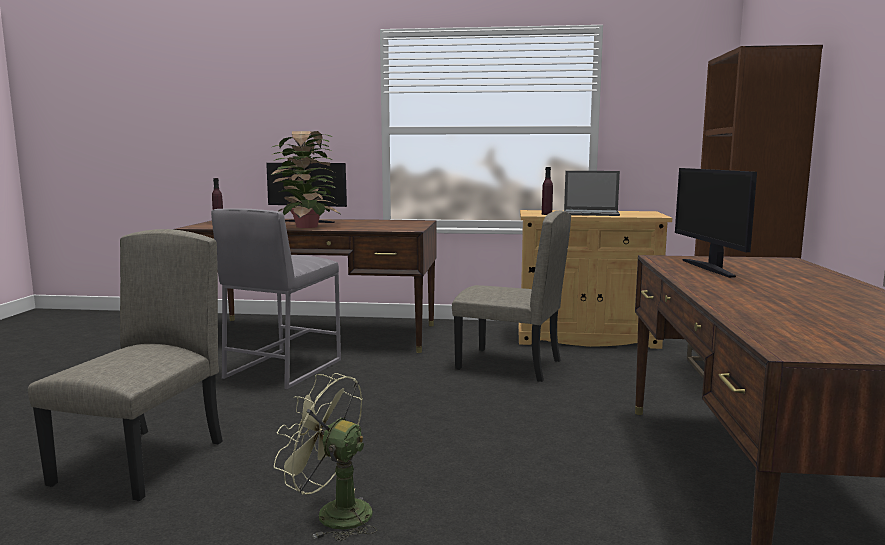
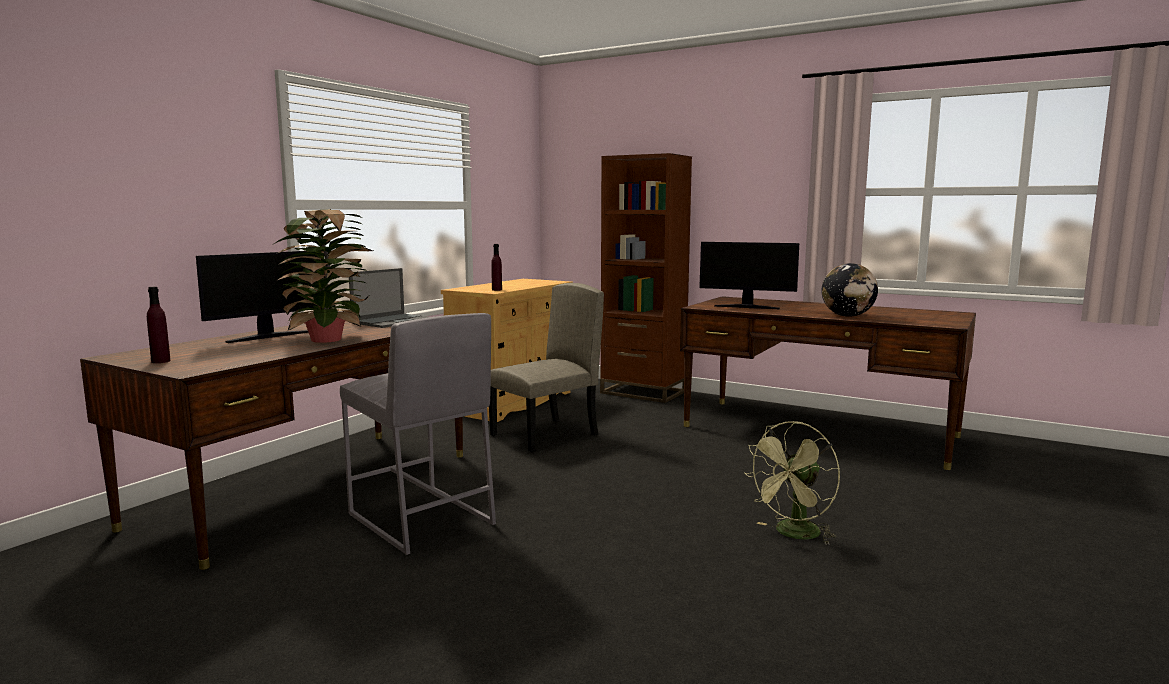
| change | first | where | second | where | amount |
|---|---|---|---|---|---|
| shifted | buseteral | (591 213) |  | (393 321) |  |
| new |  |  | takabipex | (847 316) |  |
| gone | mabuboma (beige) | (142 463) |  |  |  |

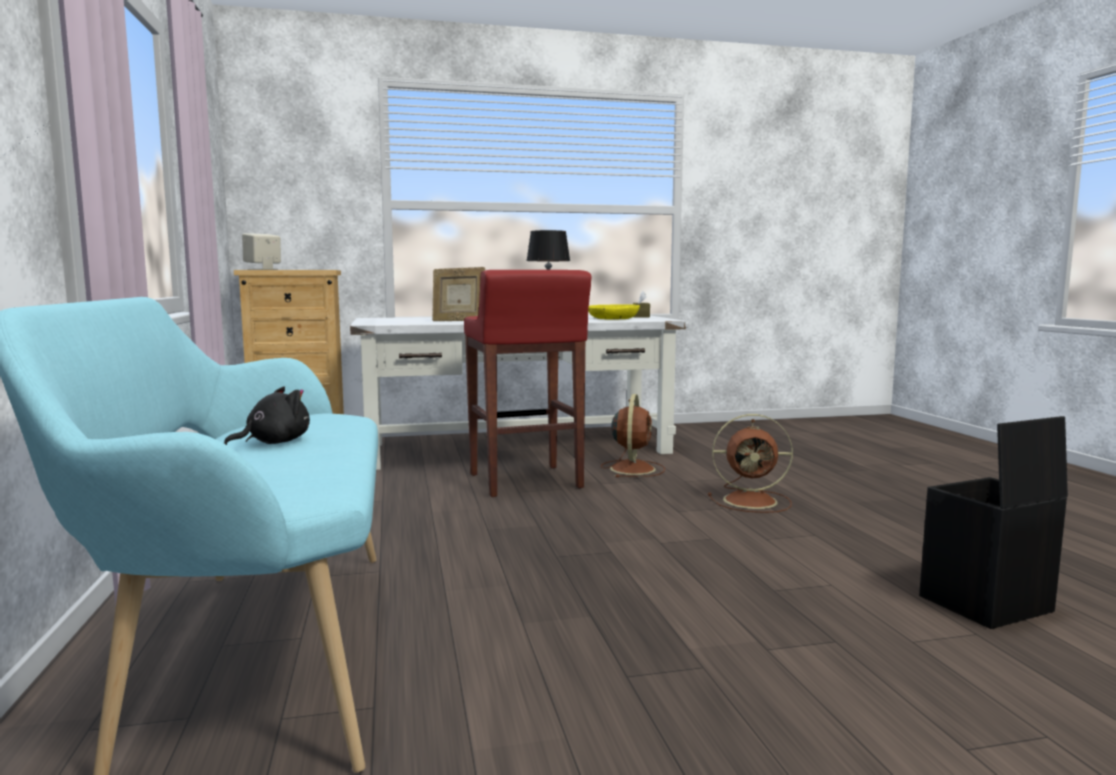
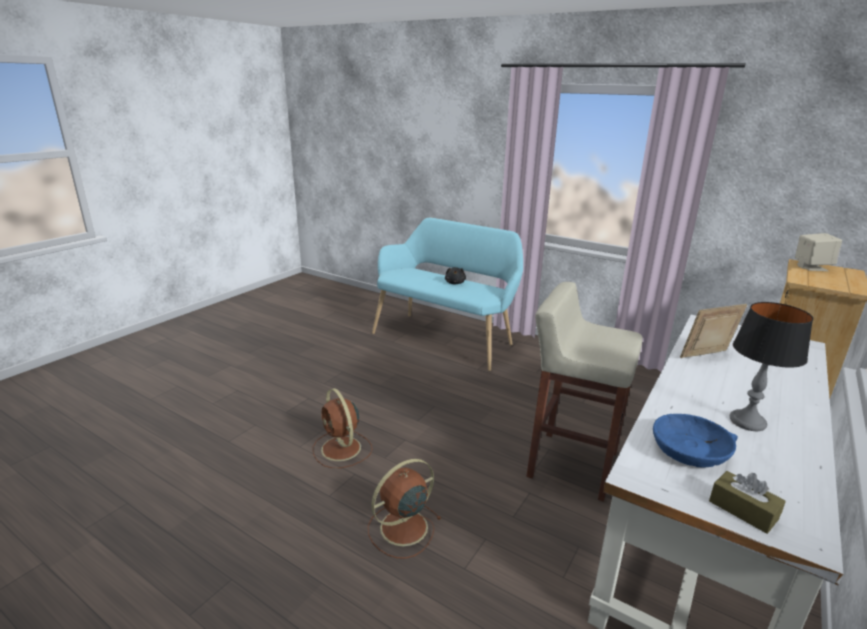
| change | first | where | second | where | amount |
|---|---|---|---|---|---|
| shifted | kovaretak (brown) | (633 468) |  | (342 449) |  |
| repainted | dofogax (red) | (525 482) | dofogax (beige) | (571 464) |  |
| repainted | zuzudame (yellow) | (612 319) | zuzudame (blue) | (690 450) |  |
| gone | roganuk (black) | (985 605) |  |  |  |

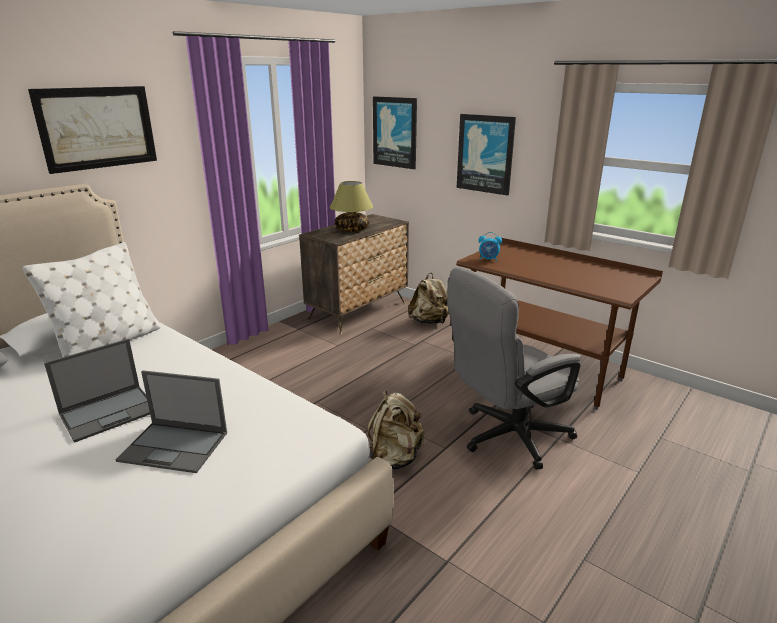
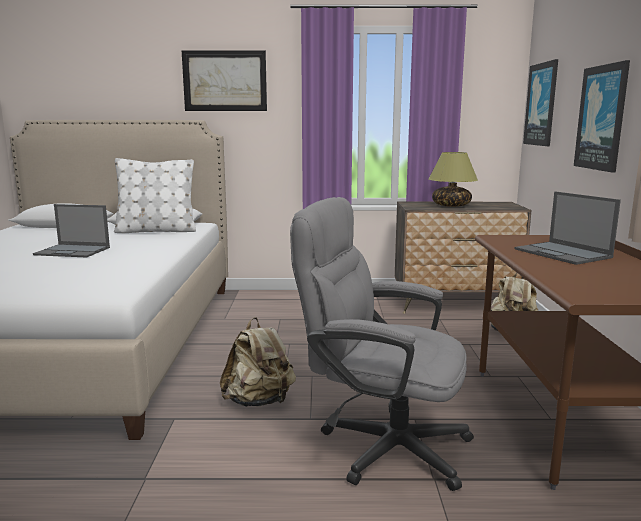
| change | first | where | second | where | amount |
|---|---|---|---|---|---|
| shifted | buseteral | (175 446) |  | (563 253) |  |
| gone | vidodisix | (488 260) |  |  |  |

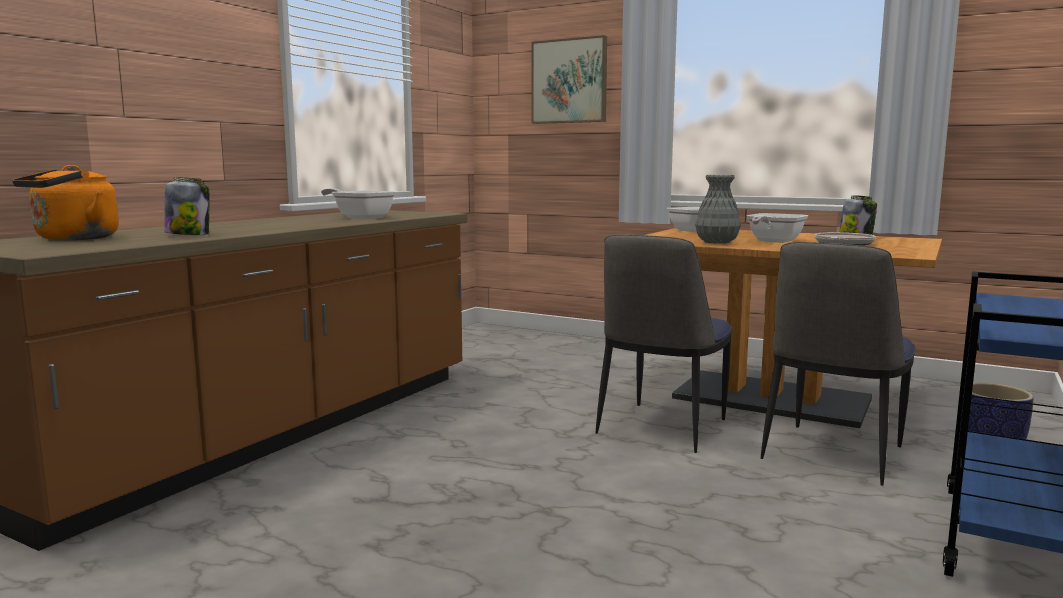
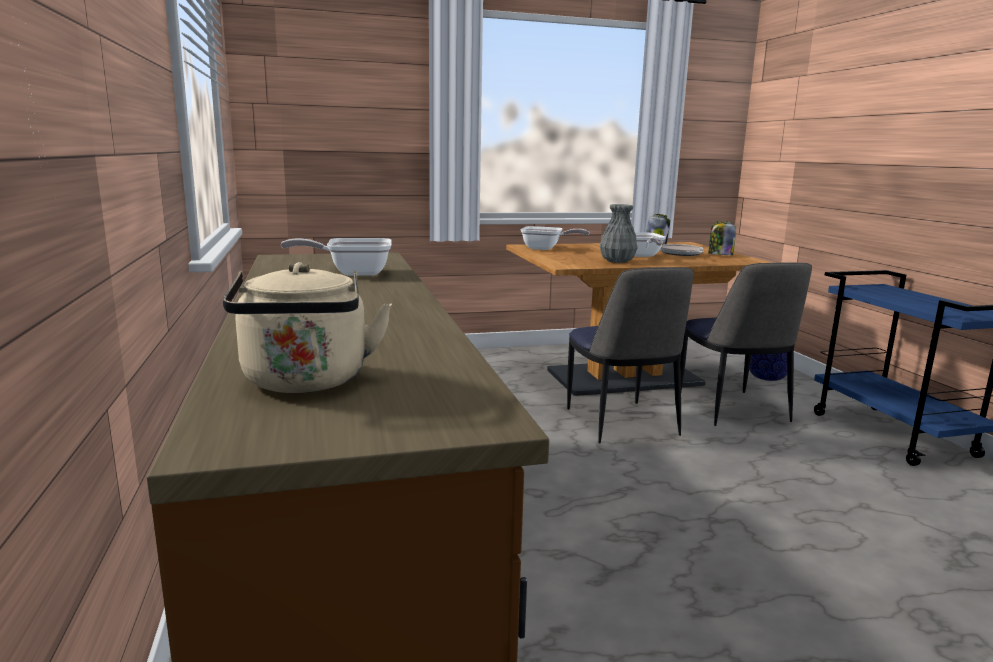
| change | first | where | second | where | amount |
|---|---|---|---|---|---|
| repainted | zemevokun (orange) | (72 239) | zemevokun (beige) | (306 382) |  |
| shifted | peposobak | (188 234) |  | (720 255) |  |
| gone | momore | (569 81) |  |  |  |

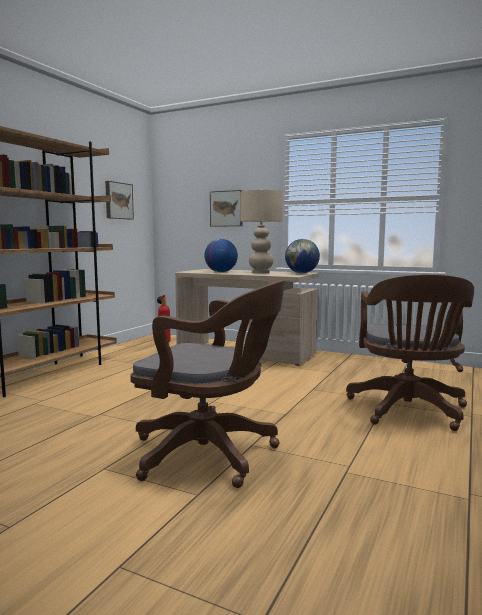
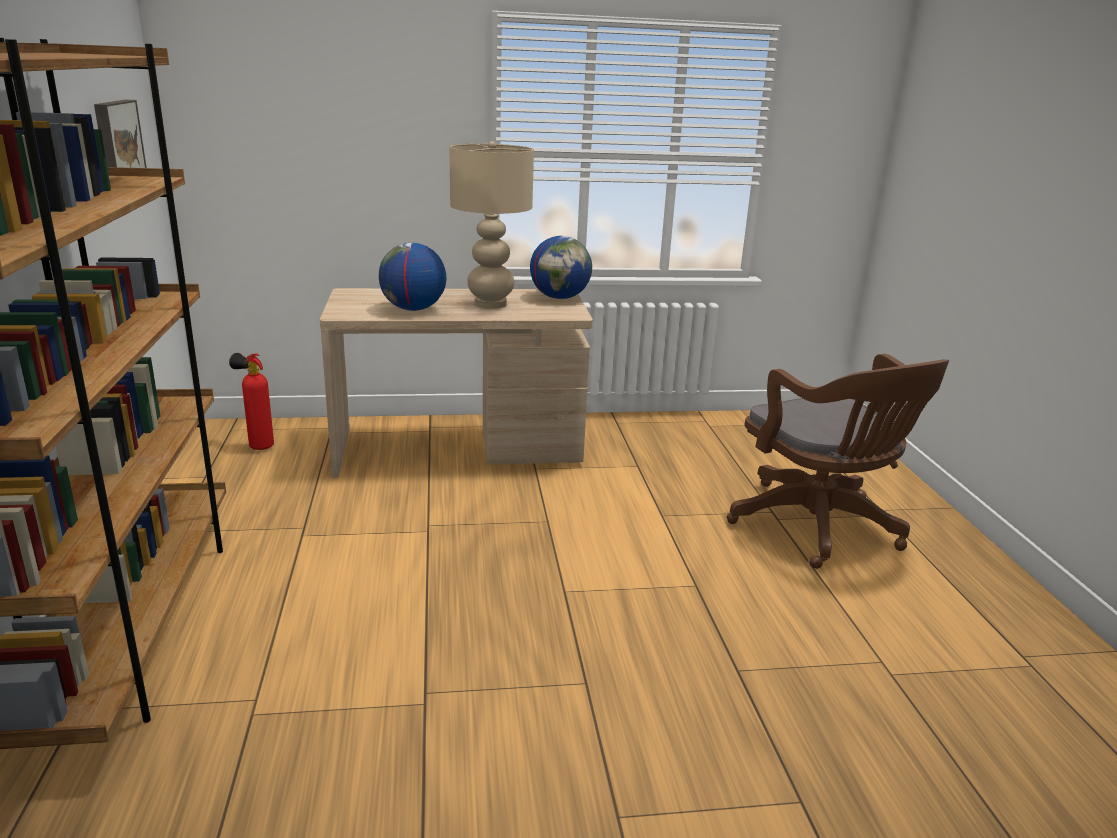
| change | first | where | second | where | amount |
|---|---|---|---|---|---|
| gone | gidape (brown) | (211 455) |  |  |  |
| gone | momore | (227 208) |  |  |  |

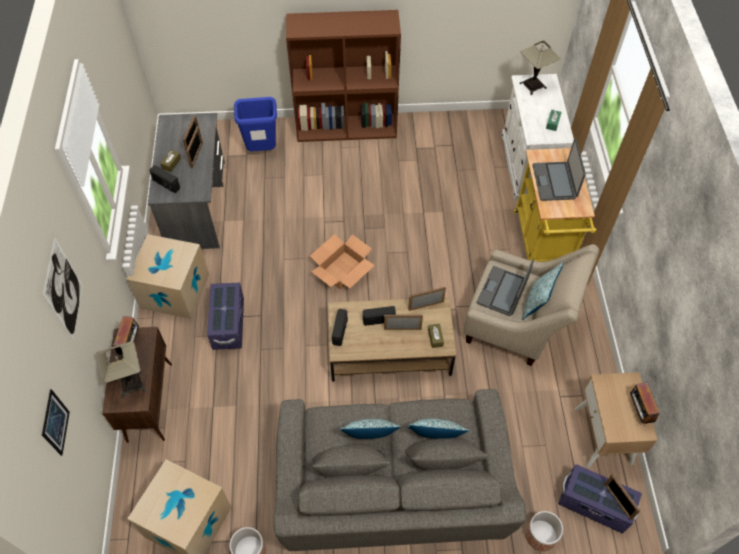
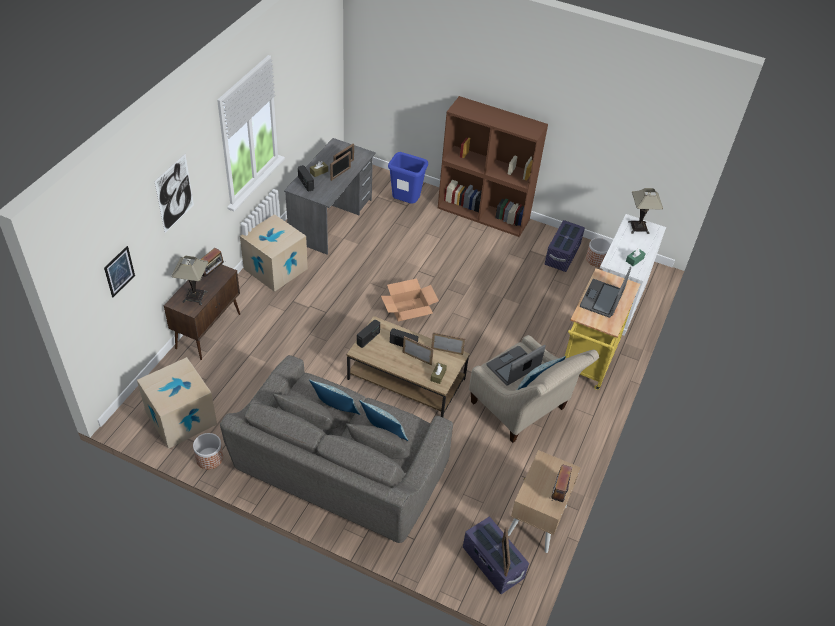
| change | first | where | second | where | amount |
|---|---|---|---|---|---|
| shifted | roganuk (purple) | (228 324) |  | (562 255) |  |
| shifted | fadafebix | (541 535) |  | (596 259) |  |

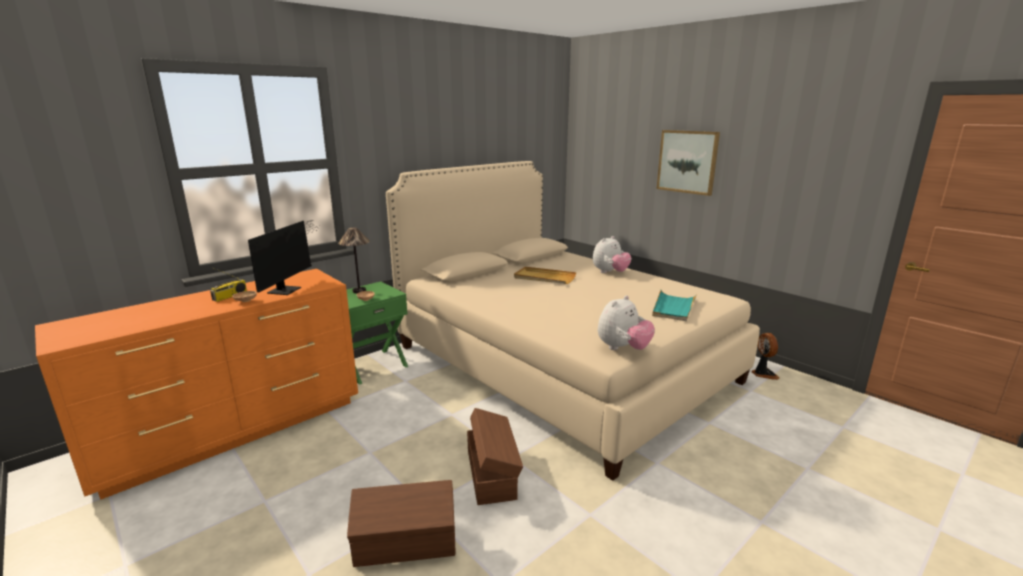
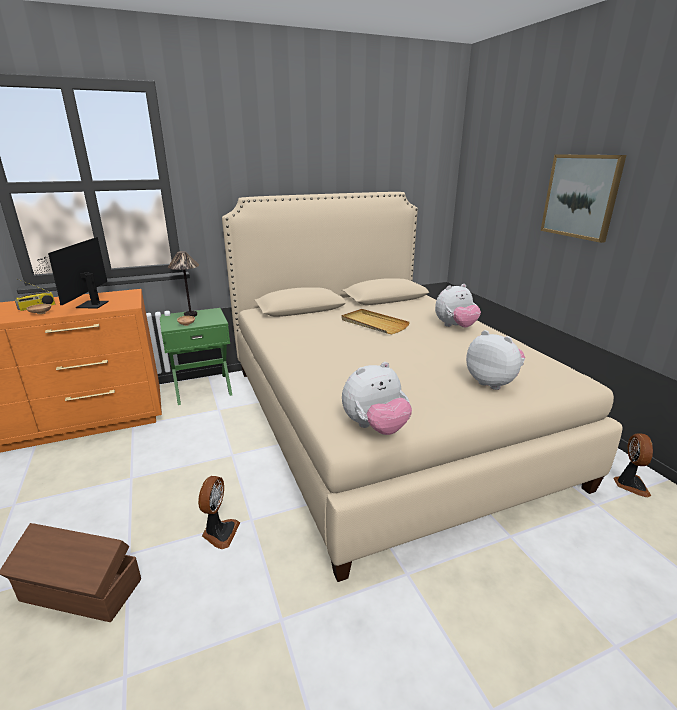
| change | first | where | second | where | amount |
|---|---|---|---|---|---|
| rotated | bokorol | (288 289) |  | (89 306) | 150 degrees clockwise |
| swapped | roganuk (brown) | (492 473) | kovaretak | (219 533) |  |
| swapped | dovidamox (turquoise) | (673 307) | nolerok | (492 383) |  |

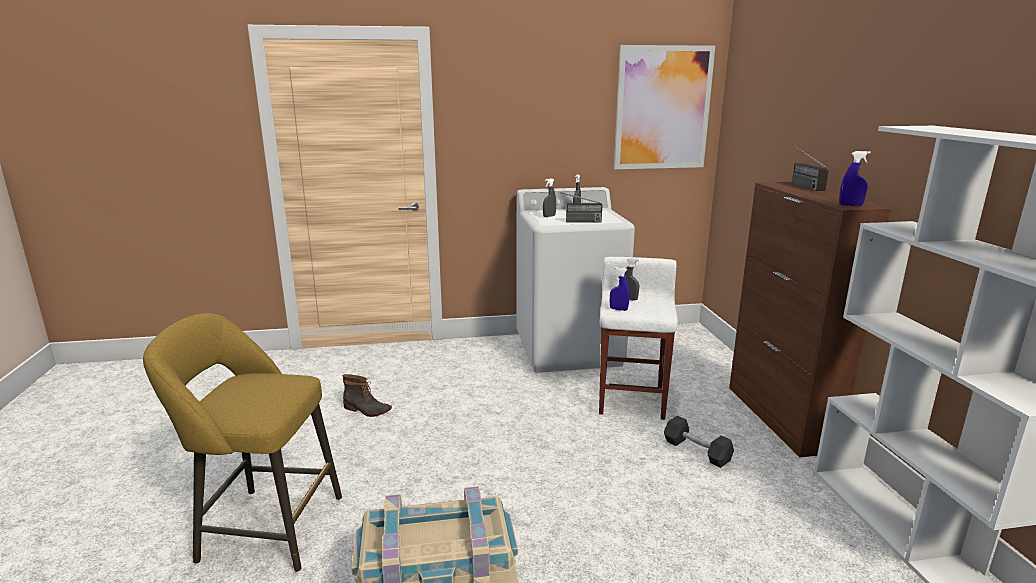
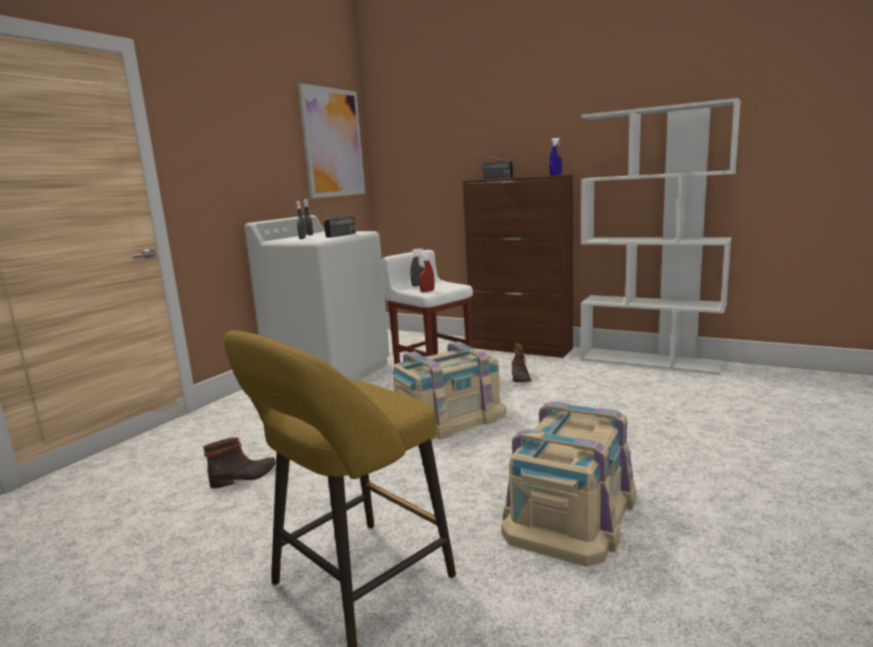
| change | first | where | second | where | amount |
|---|---|---|---|---|---|
| new |  |  | roganuk (beige) | (448 417) |  |
| repainted | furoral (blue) | (618 309) | furoral (red) | (427 291) |  |
| swapped | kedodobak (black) | (696 451) | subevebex | (519 377) |  |

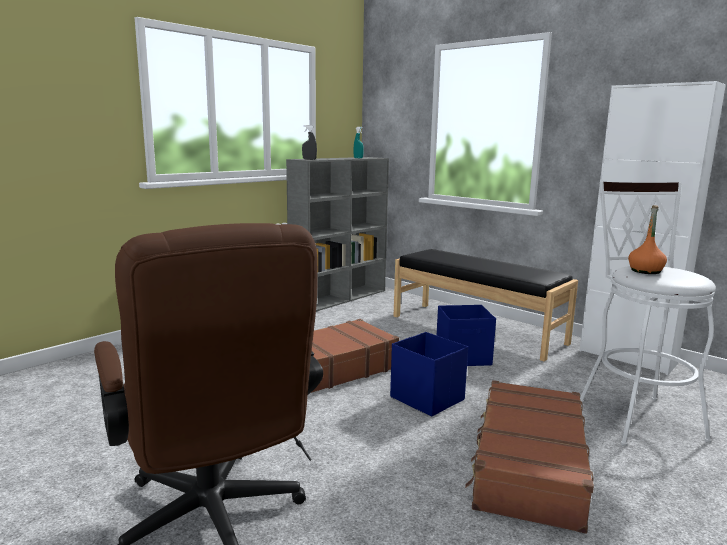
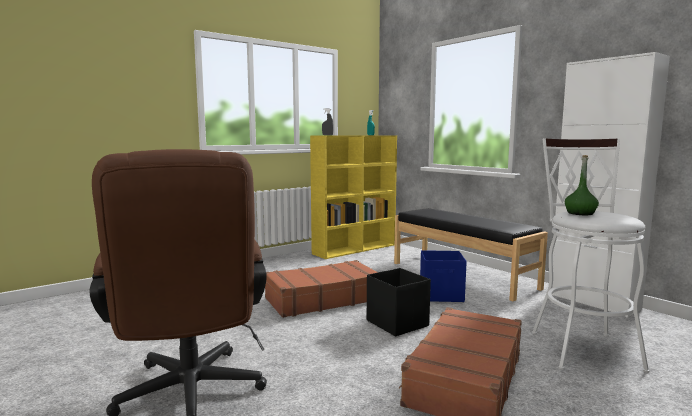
| change | first | where | second | where | amount |
|---|---|---|---|---|---|
| repainted | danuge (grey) | (340 298) | danuge (yellow) | (355 249) |  |
| repainted | roganuk (blue) | (426 398) | roganuk (black) | (397 323) |  |
| repainted | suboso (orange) | (645 271) | suboso (green) | (580 213) |  |

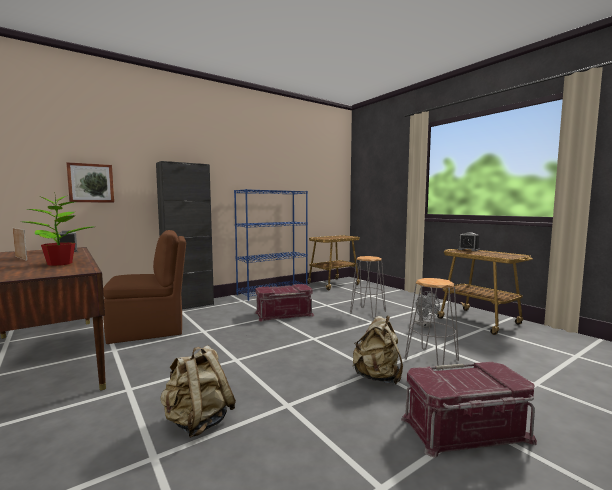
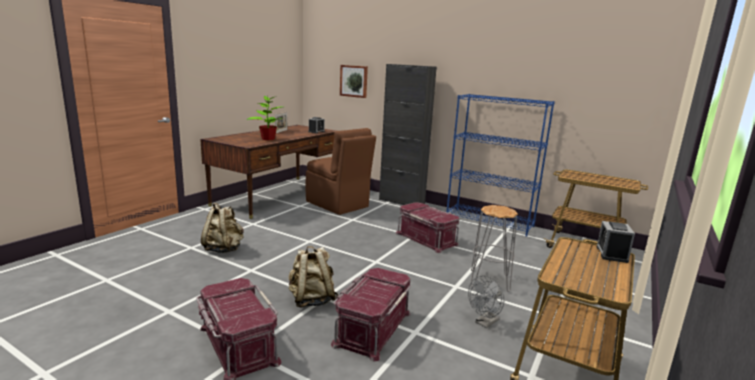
| change | first | where | second | where | amount |
|---|---|---|---|---|---|
| swapped | dofogax (grey) | (431 359) | roganuk (red) | (372 328) |  |

